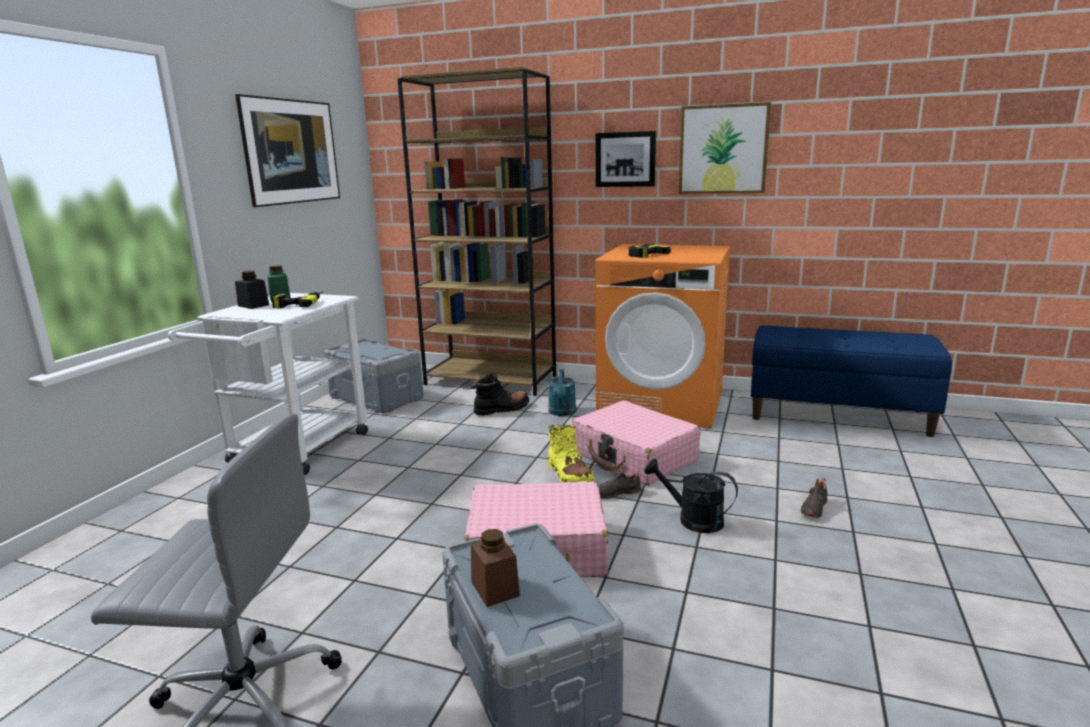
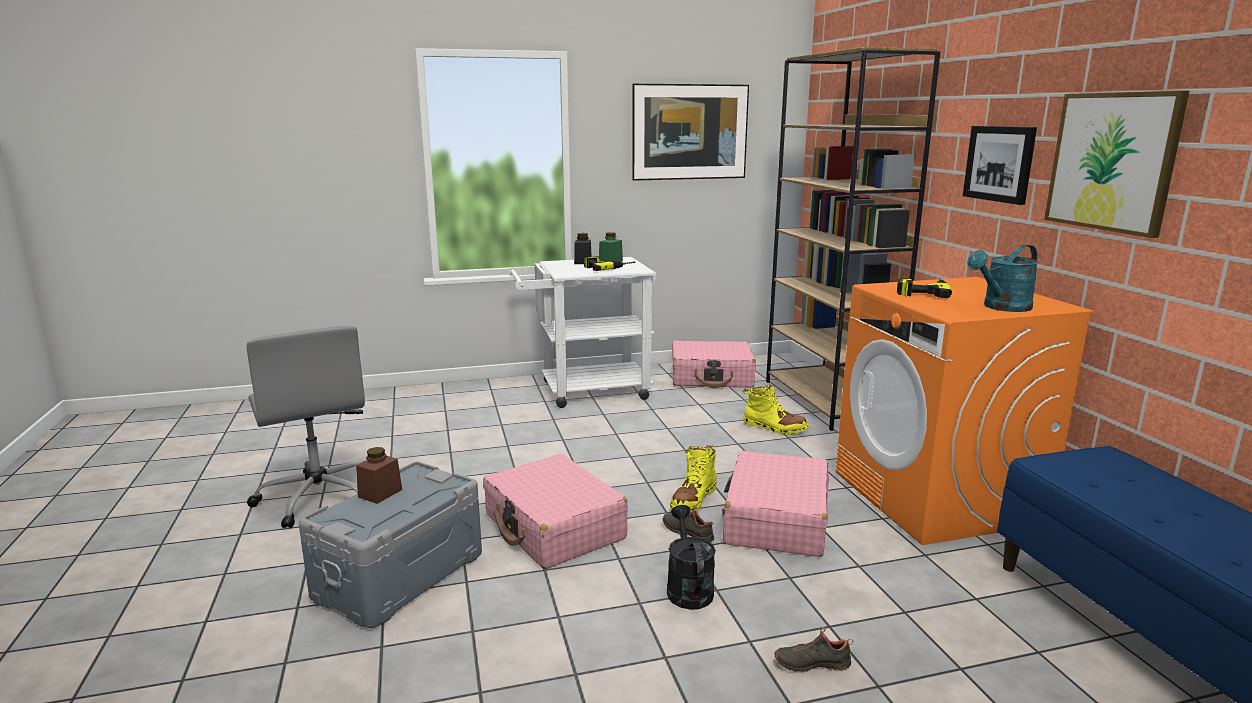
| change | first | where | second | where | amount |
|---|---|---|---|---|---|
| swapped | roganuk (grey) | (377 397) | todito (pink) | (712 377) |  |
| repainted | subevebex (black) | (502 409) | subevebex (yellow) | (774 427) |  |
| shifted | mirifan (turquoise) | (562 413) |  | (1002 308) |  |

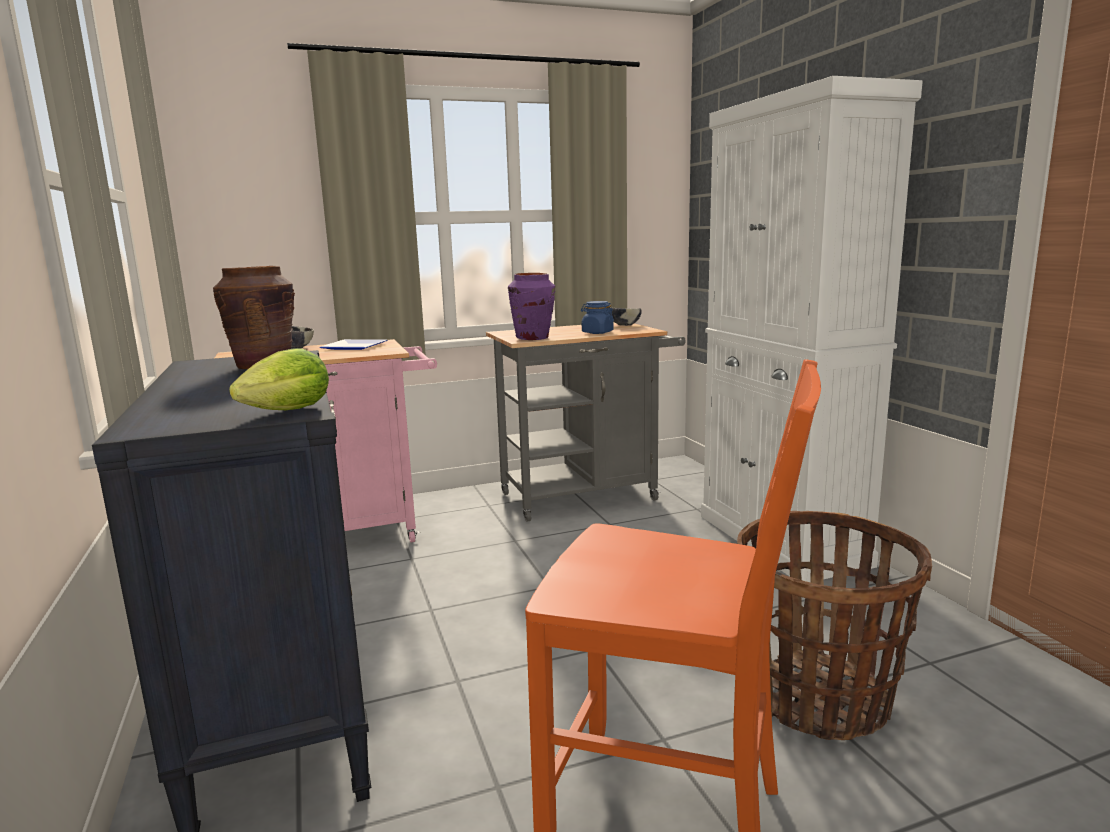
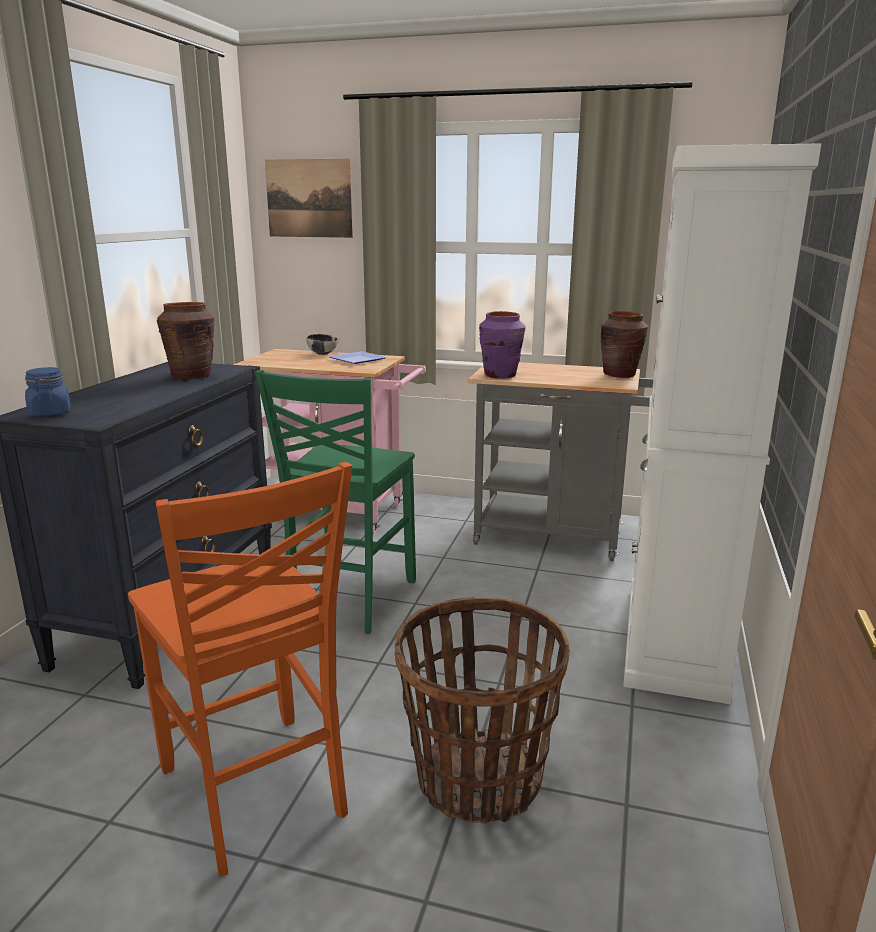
| change | first | where | second | where | amount |
|---|---|---|---|---|---|
| shifted | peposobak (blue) | (597 332) |  | (50 413) |  |
| new |  |  | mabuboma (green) | (349 600) |  |
| new |  |  | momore | (309 198) |  |
| swapped | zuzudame | (624 325) | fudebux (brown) | (619 374) |  |
| gone | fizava | (283 412) |  |  |  |

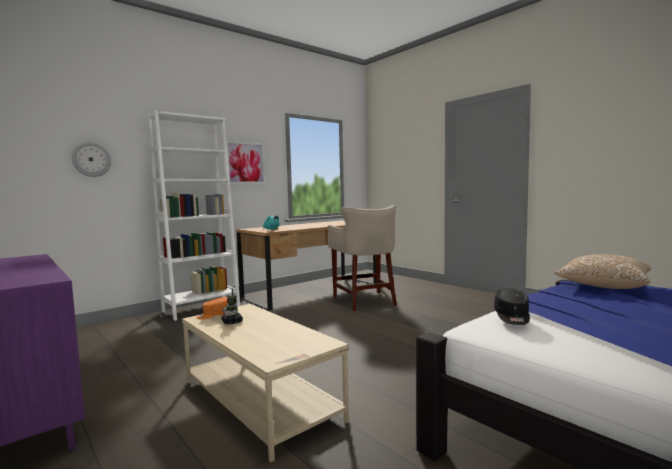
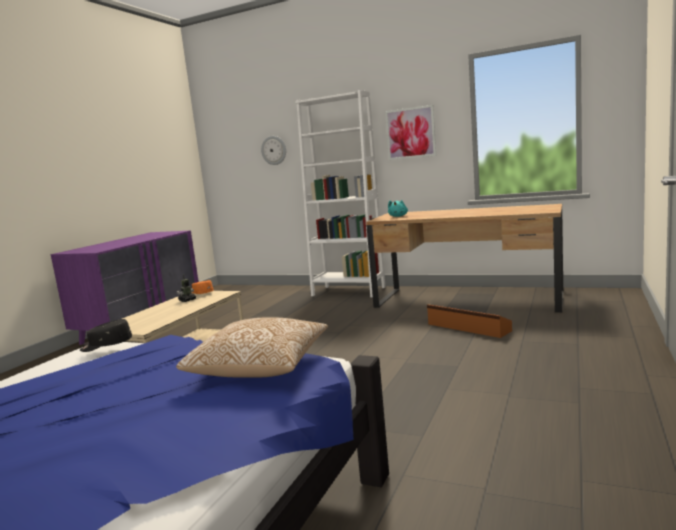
| change | first | where | second | where | amount |
|---|---|---|---|---|---|
| swapped | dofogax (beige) | (365 301) | roganuk (brown) | (467 328) |  |

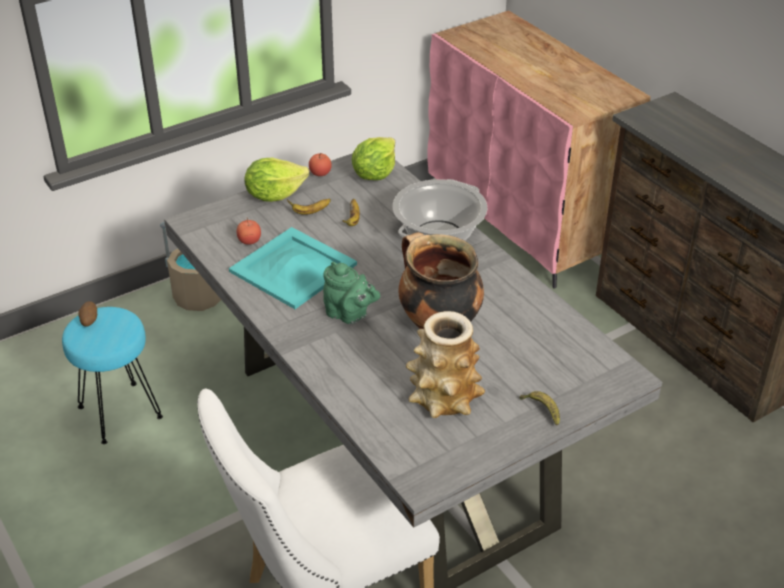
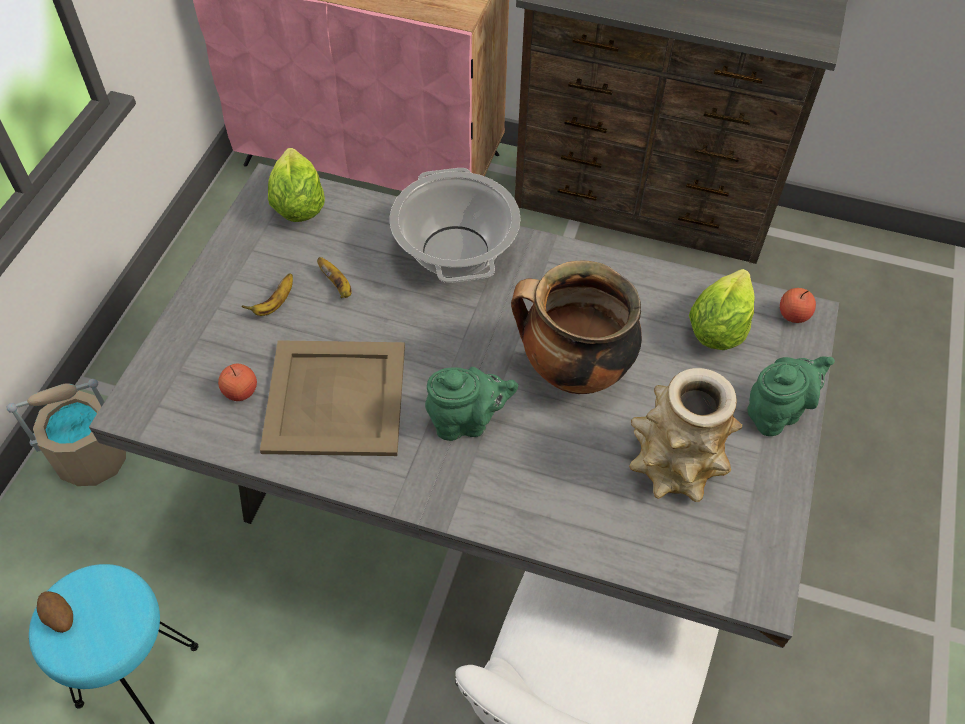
| change | first | where | second | where | amount |
|---|---|---|---|---|---|
| repainted | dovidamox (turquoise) | (293 267) | dovidamox (beige) | (334 397) |  |
| shifted | fizava | (274 195) |  | (717 328) |  |
| swapped | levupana | (542 410) | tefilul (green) | (776 412) |  |
| shifted | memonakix | (320 173) |  | (793 315) |  |

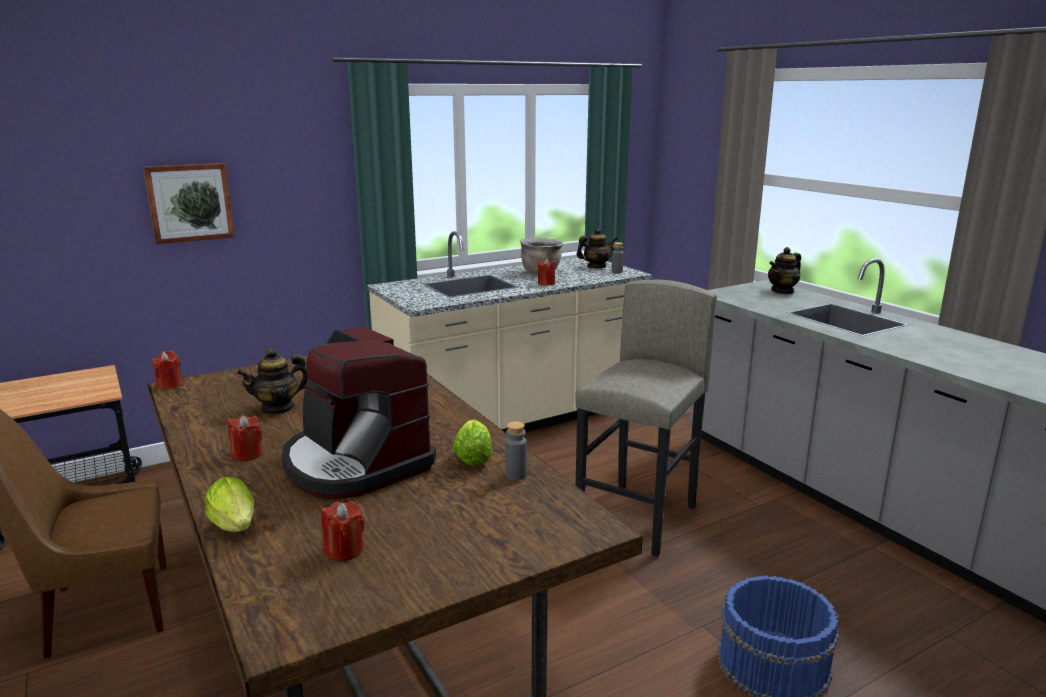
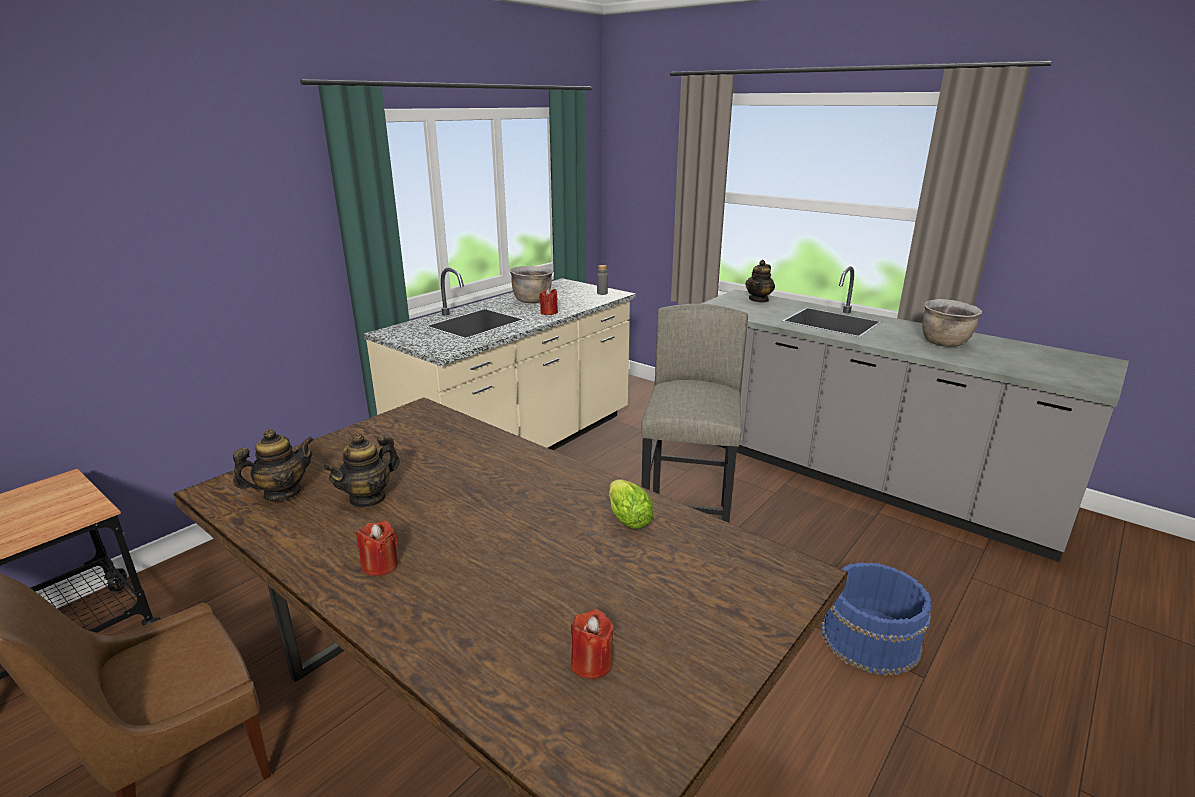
| change | first | where | second | where | amount |
|---|---|---|---|---|---|
| shifted | tefilul | (596 267) |  | (282 493) |  |
| new |  |  | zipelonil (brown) | (944 343) |  |
| gone | momore | (190 202) |  |  |  |
| gone | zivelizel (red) | (170 385) |  |  |  |
| gone | fizava | (236 528) |  |  |  |
| gone | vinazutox | (355 463) |  |  |  |
| gone | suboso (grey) | (516 475) |  |  |  |

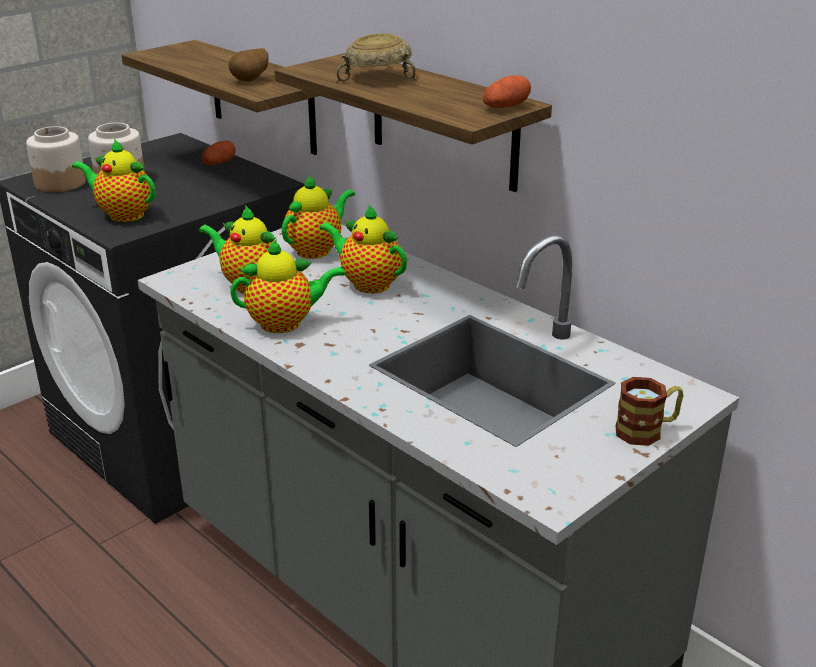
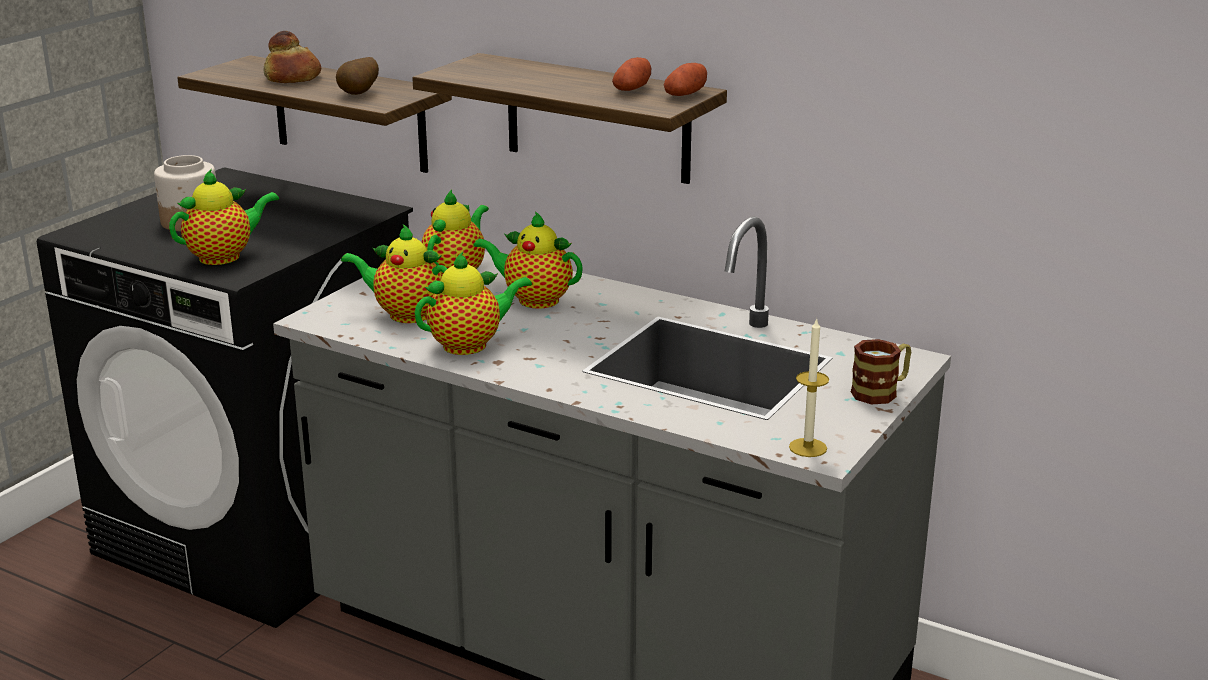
| change | first | where | second | where | amount |
|---|---|---|---|---|---|
| rotated | tefilul | (123 214) |  | (224 256) | 135 degrees clockwise |
| new |  |  | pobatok | (293 77) |  |
| shifted | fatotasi | (219 163) |  | (632 89) |  |
| new |  |  | zivelizel | (808 447) |  |
| gone | peposobak | (60 183) |  |  |  |
| gone | zuzudame (beige) | (379 77) |  |  |  |

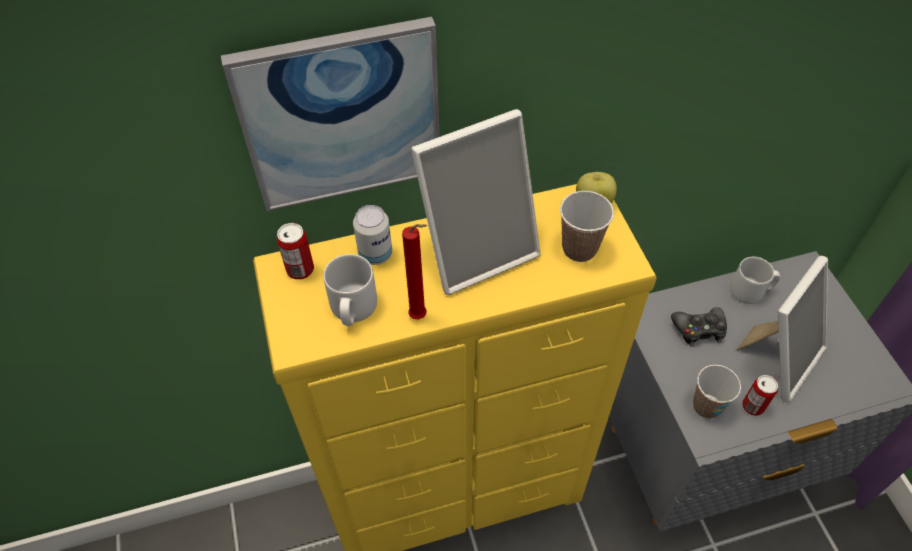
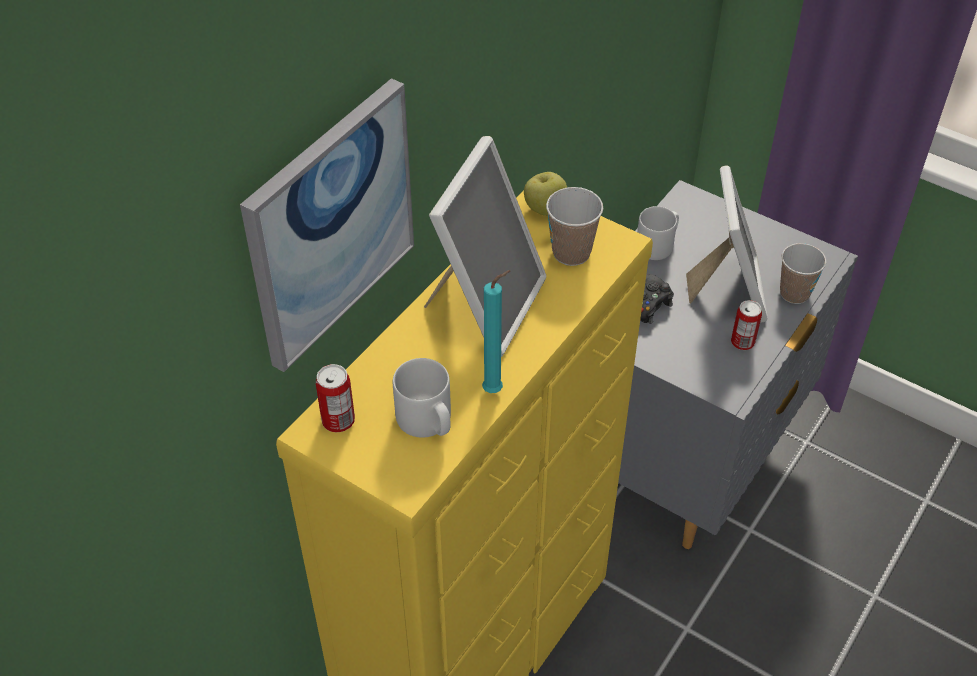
| change | first | where | second | where | amount |
|---|---|---|---|---|---|
| repainted | zivelizel (red) | (420 317) | zivelizel (turquoise) | (495 390) |  |
| shifted | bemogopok | (706 406) |  | (794 293) |  |
| gone | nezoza | (375 254) |  |  |  |

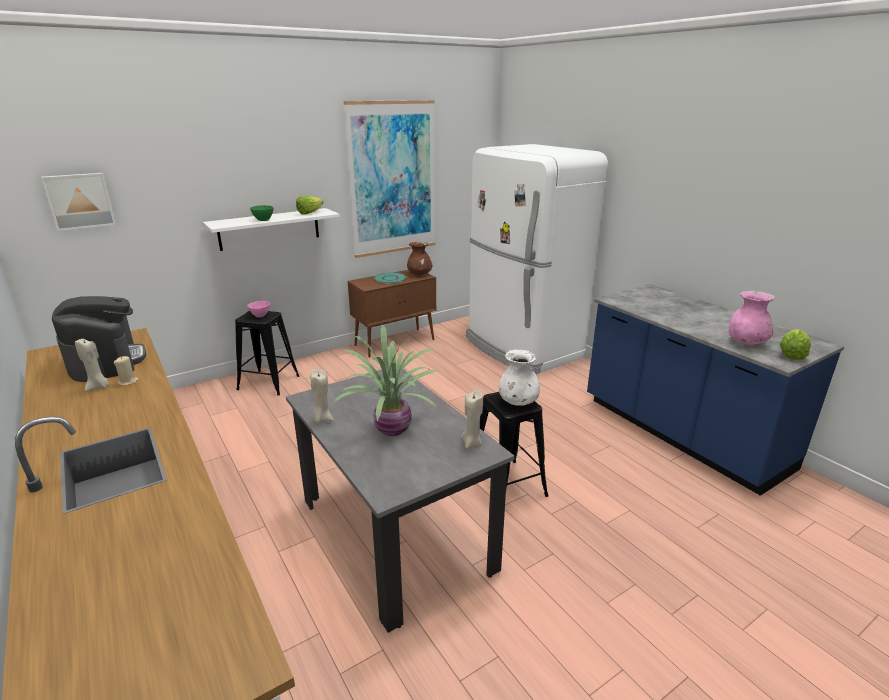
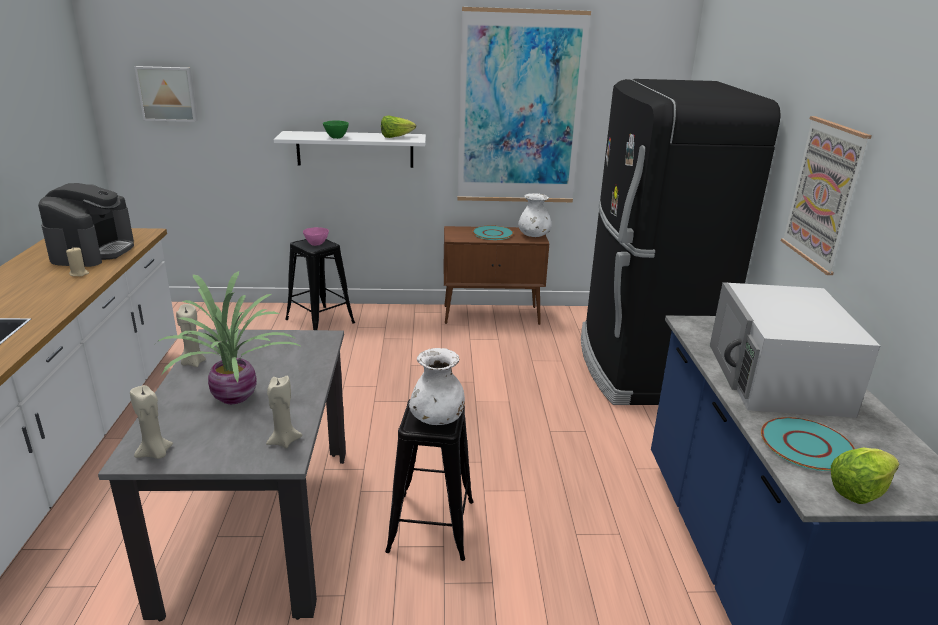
| change | first | where | second | where | amount |
|---|---|---|---|---|---|
| shifted | zivelizel (beige) | (99 387) |  | (155 454) |  |
| repainted | fudebux (brown) | (420 274) | fudebux (white) | (534 236) |  |
| repainted | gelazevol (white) | (521 348) | gelazevol (black) | (640 367) |  |
| new |  |  | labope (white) | (777 379) |  |
| swapped | fudebux (pink) | (746 342) | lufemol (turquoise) | (806 445) |  |
| new |  |  | momore | (824 193) |  |

